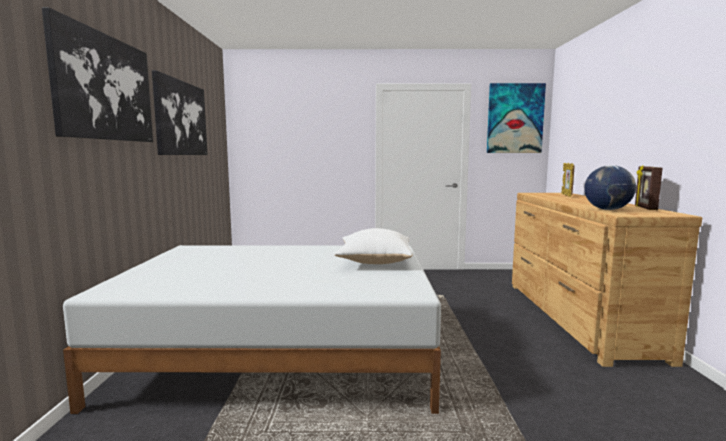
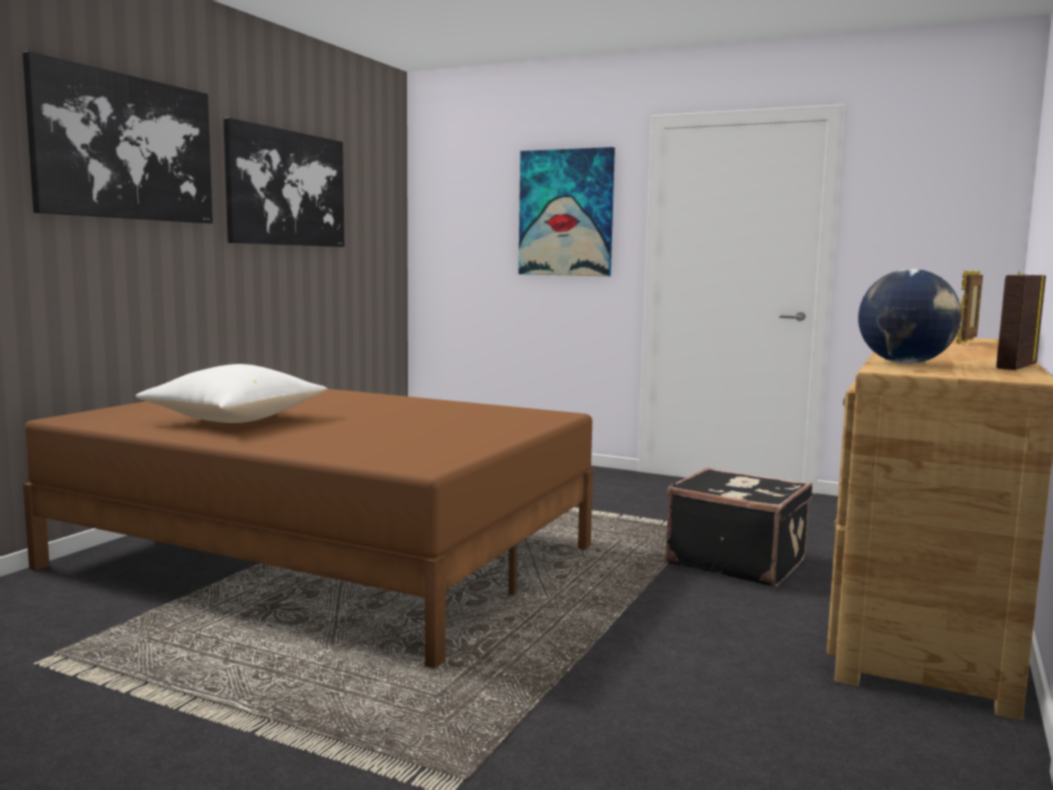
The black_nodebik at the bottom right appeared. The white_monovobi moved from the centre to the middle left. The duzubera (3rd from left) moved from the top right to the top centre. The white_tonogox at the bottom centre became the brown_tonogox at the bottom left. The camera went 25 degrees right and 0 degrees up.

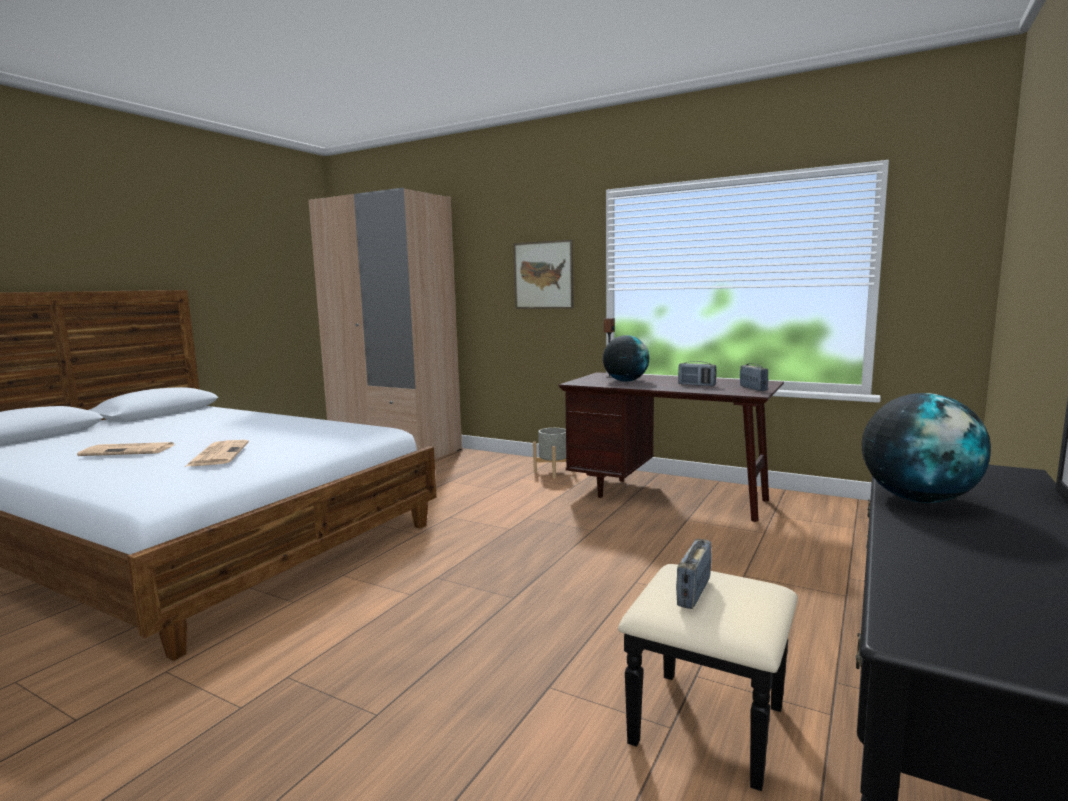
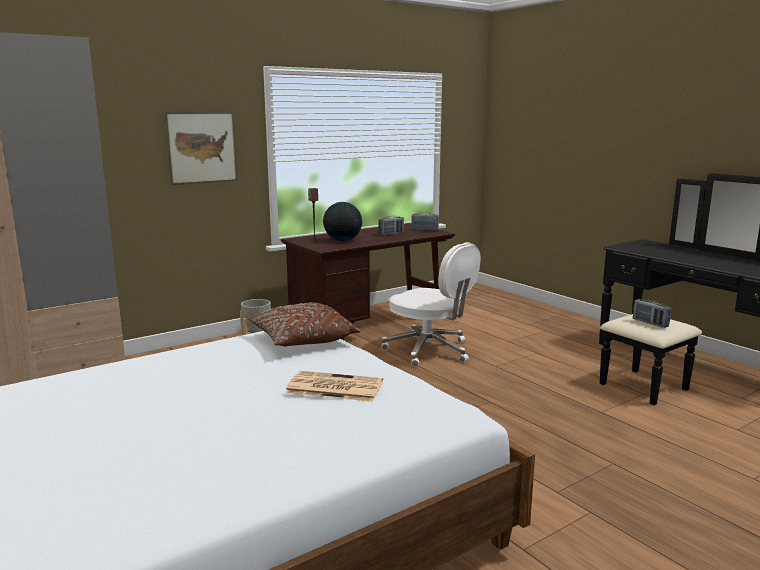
The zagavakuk (1st from left) at the middle left disappeared. The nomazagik (2nd from left) at the middle right disappeared. The brown_monovobi at the centre appeared. The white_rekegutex at the centre appeared. The camera went 65 degrees left and 5 degrees up.

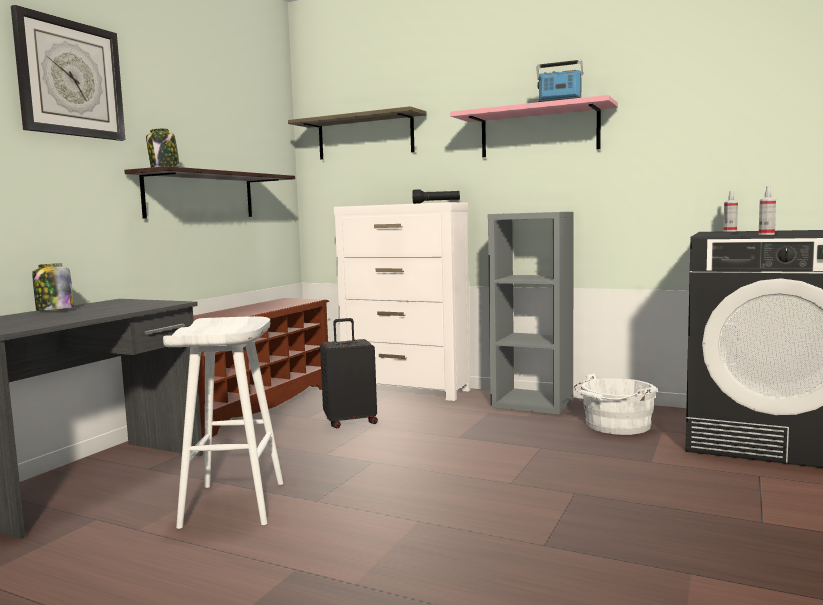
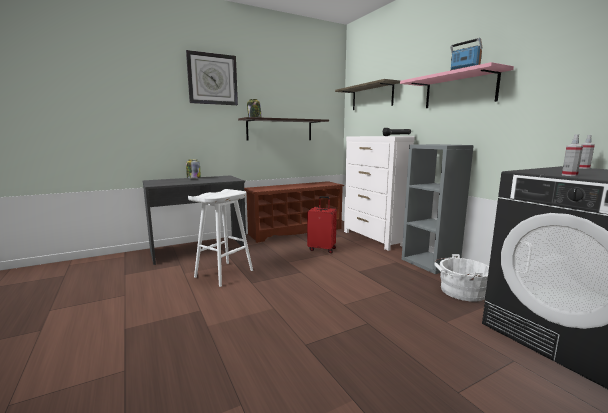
The black_nodebik at the centre became the red_nodebik at the centre. The camera went 35 degrees right and 5 degrees up.

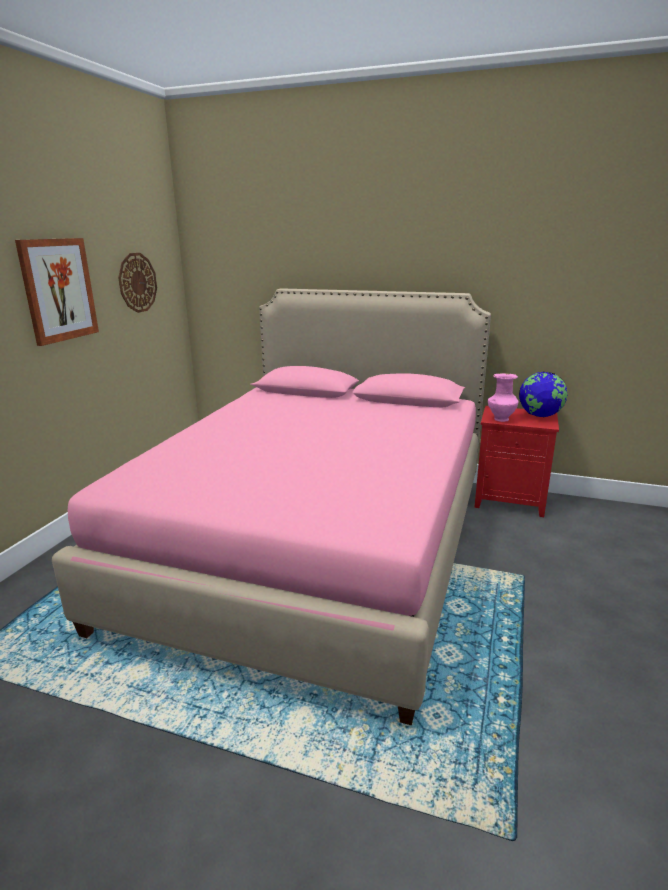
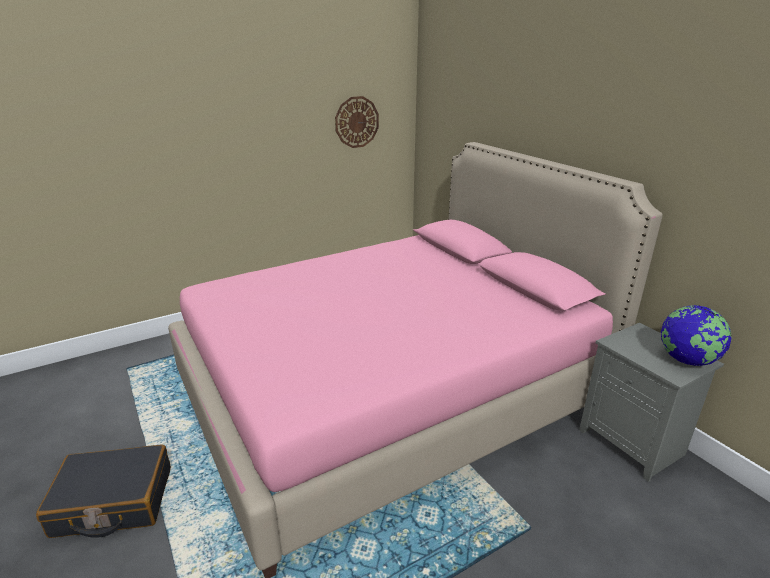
The duzubera at the top left disappeared. The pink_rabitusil at the middle right disappeared. The black_nodebik at the bottom left appeared. The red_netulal at the middle right became the grey_netulal at the bottom right. The camera went 40 degrees right and 5 degrees up.

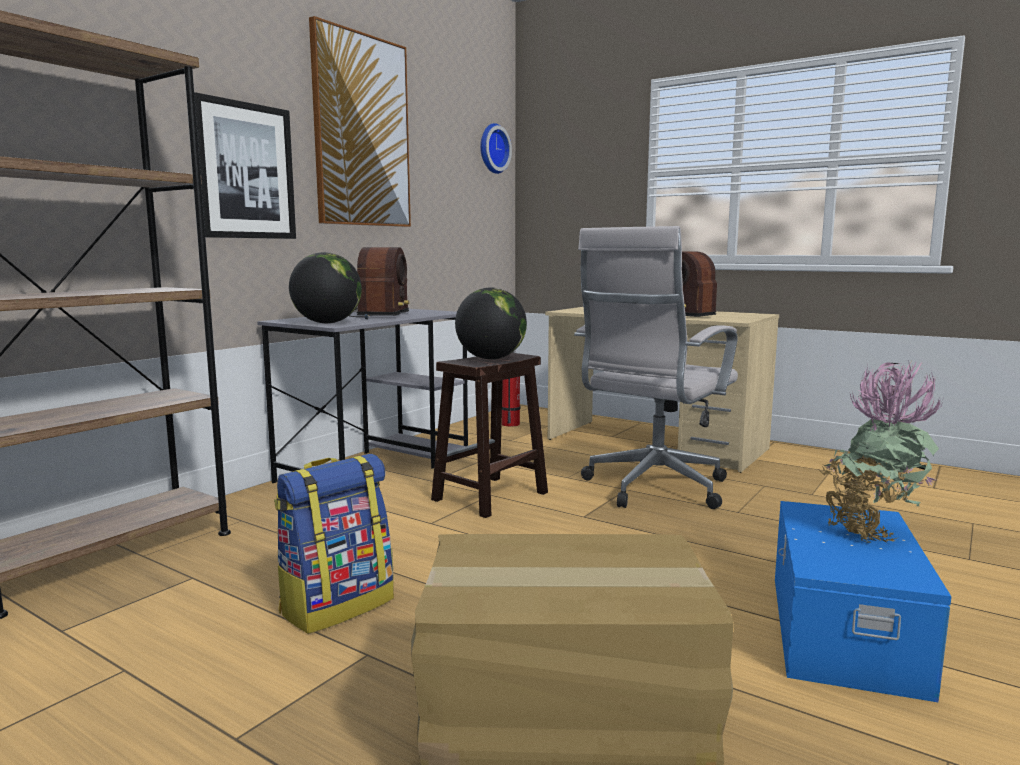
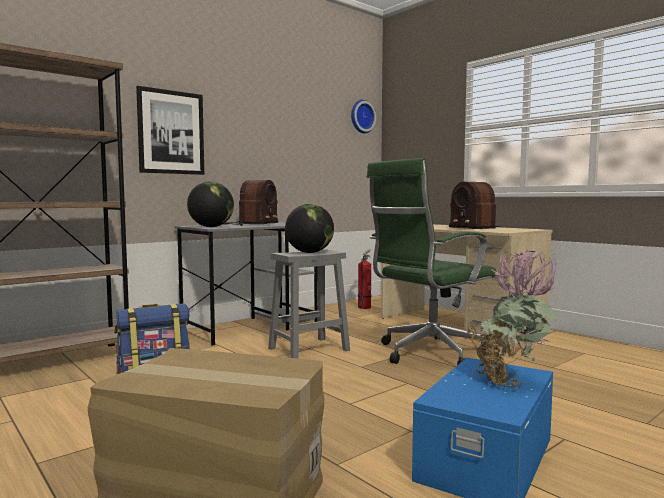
The duzubera (2nd from left) at the top centre disappeared. The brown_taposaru at the centre became the grey_taposaru at the centre. The white_rekegutex at the centre became the green_rekegutex at the centre. The camera went 15 degrees right and 5 degrees down.

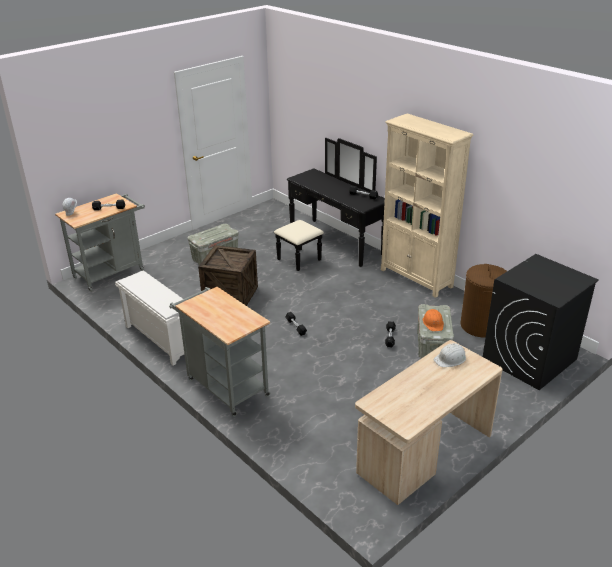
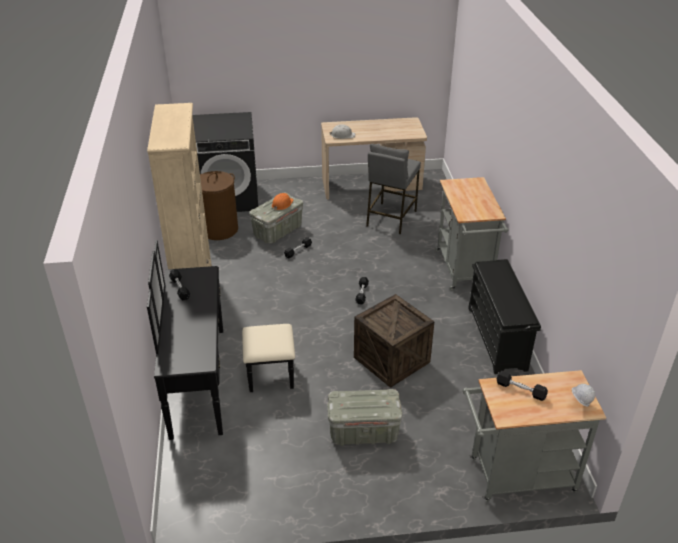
The grey_taposaru at the centre appeared. The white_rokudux at the middle left became the black_rokudux at the middle right. The camera went 145 degrees left and 5 degrees up.

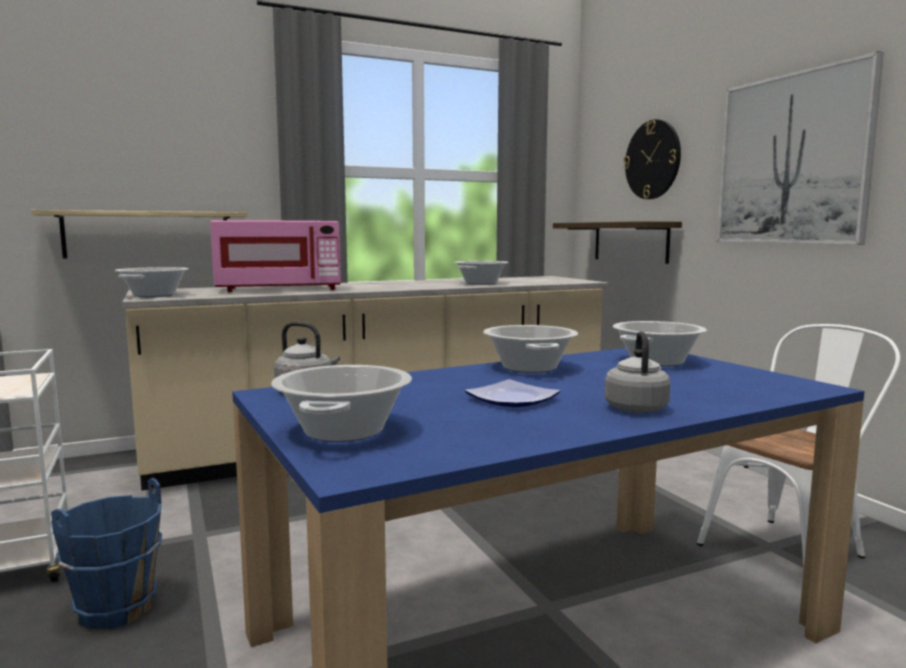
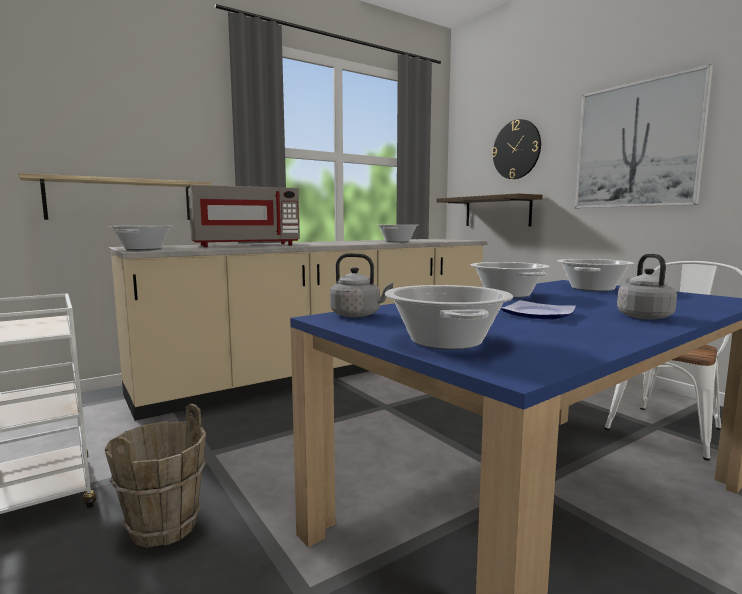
The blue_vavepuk at the bottom left became the brown_vavepuk at the bottom left. The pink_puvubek at the middle left became the grey_puvubek at the middle left. The camera went 10 degrees left and 0 degrees up.

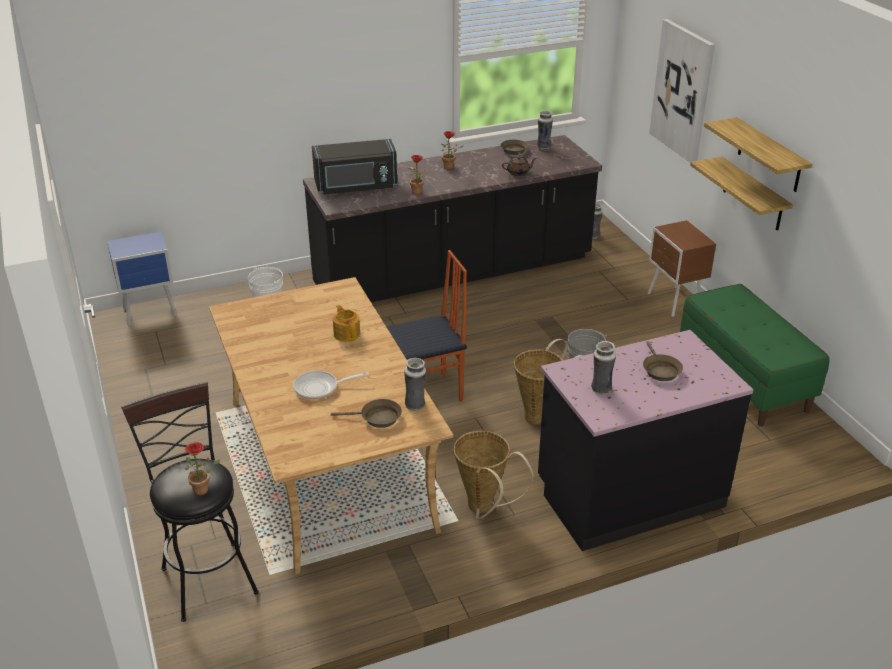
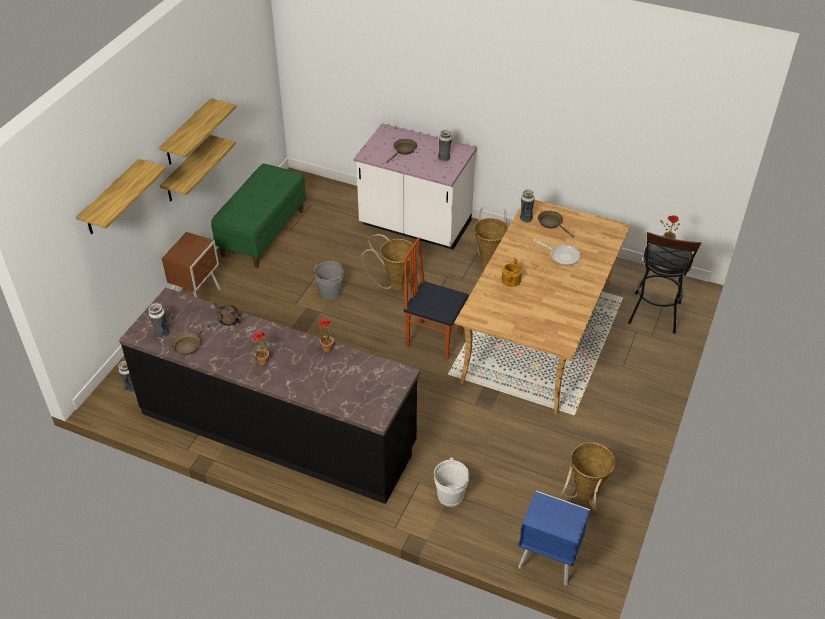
The black_puvubek at the top centre disappeared. The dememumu (3rd from left) at the bottom right appeared. The duzubera at the top right was replaced by the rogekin (1st from left) at the top left. The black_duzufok (2nd from left) at the middle right became the white_duzufok at the top centre. The camera went 135 degrees left and 10 degrees up.

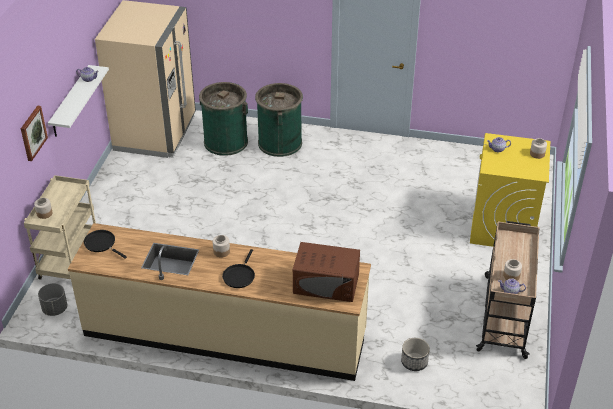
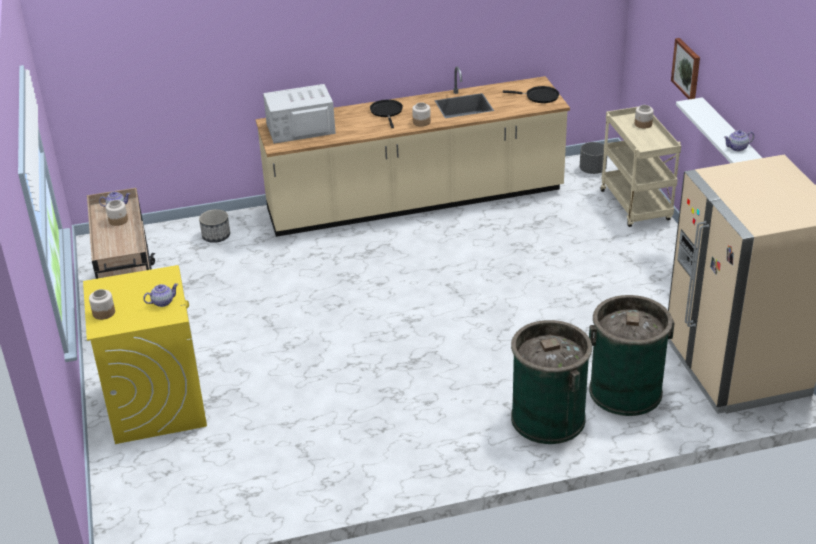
The brown_puvubek at the centre became the white_puvubek at the top centre. The camera went 155 degrees right and 5 degrees down.

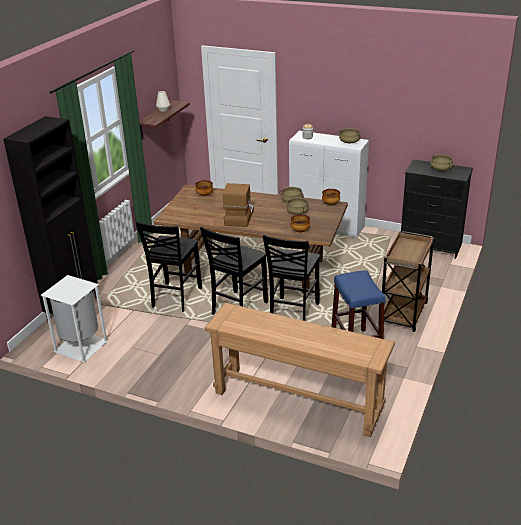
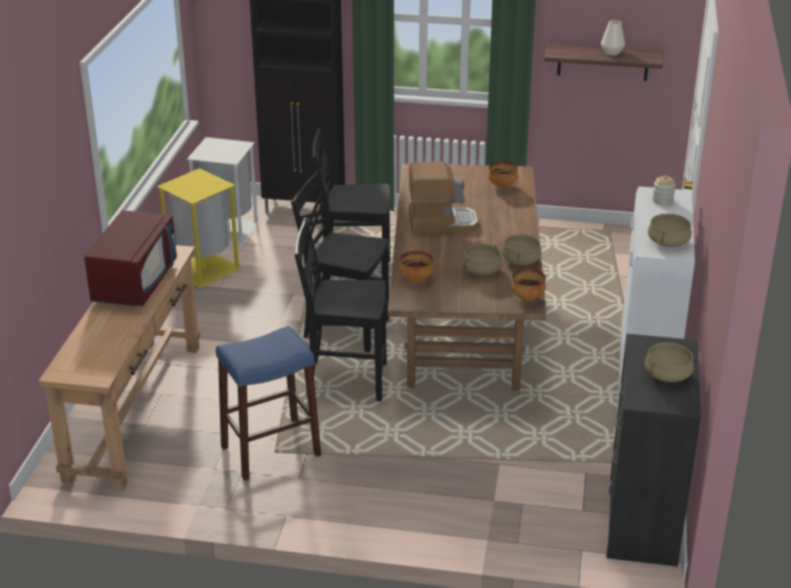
The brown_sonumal at the middle right disappeared. The red_puvubek at the middle left appeared. The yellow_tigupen at the middle left appeared. The camera went 75 degrees right and 0 degrees up.

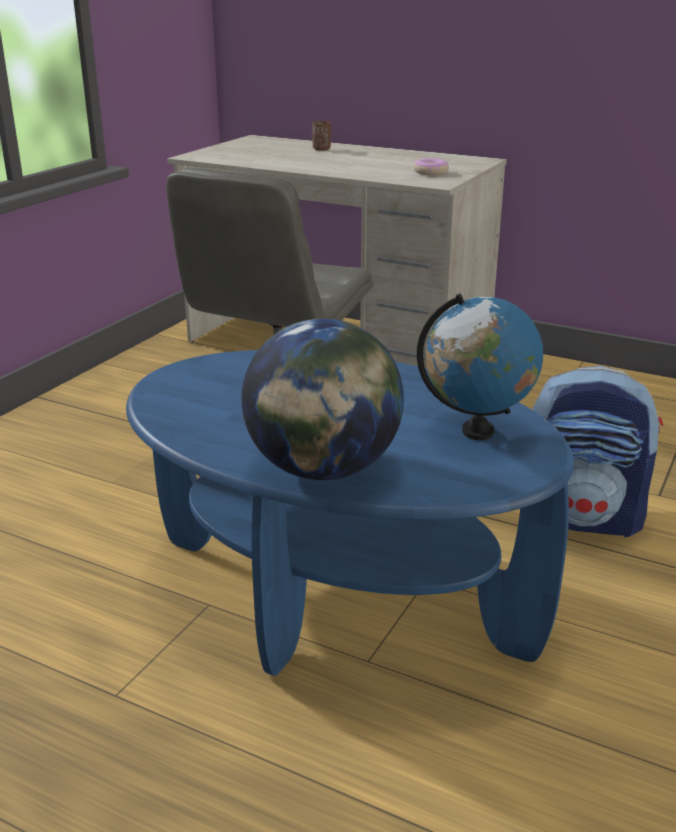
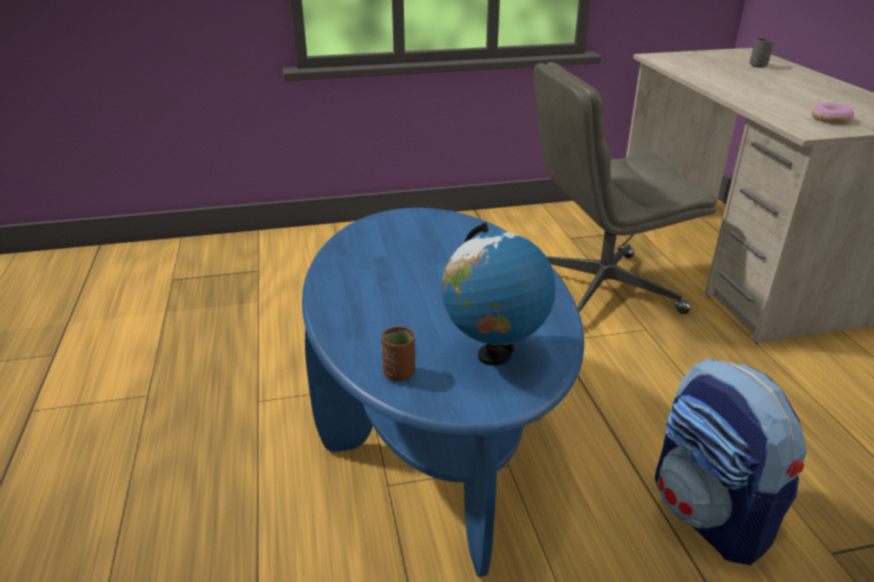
The nomazagik (1st from left) at the centre disappeared. The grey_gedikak at the top right appeared. The brown_gedikak moved from the top centre to the centre. The camera went 50 degrees right and 5 degrees up.

